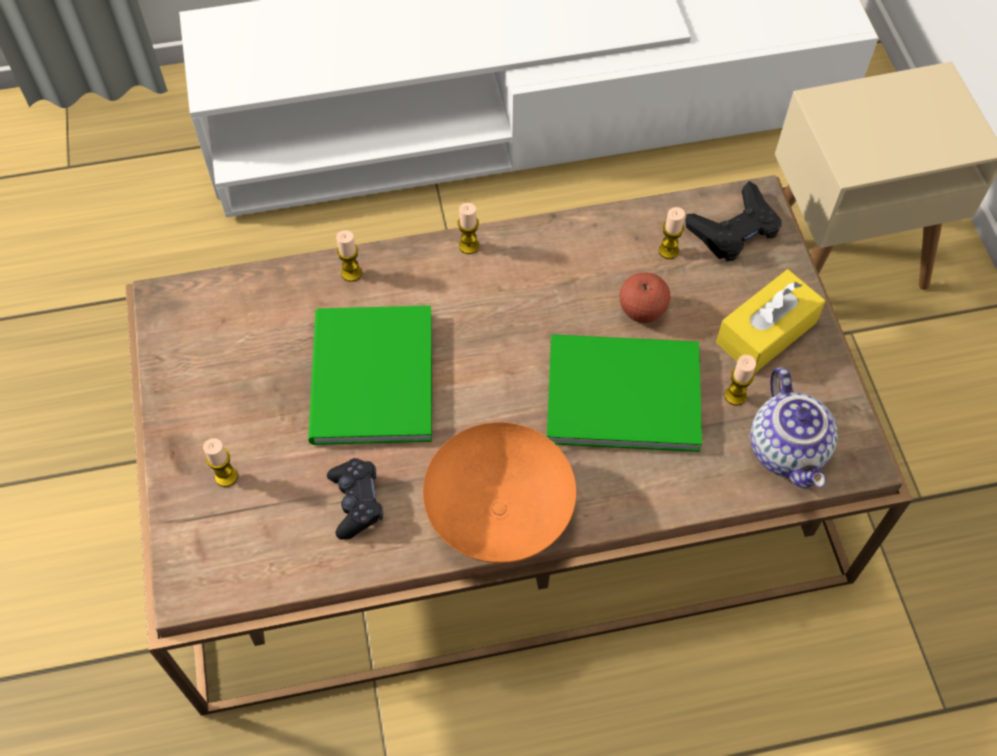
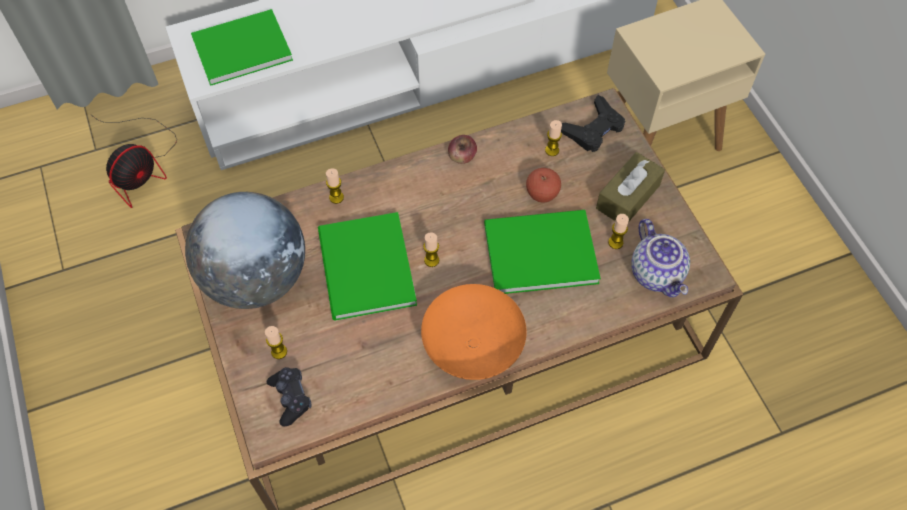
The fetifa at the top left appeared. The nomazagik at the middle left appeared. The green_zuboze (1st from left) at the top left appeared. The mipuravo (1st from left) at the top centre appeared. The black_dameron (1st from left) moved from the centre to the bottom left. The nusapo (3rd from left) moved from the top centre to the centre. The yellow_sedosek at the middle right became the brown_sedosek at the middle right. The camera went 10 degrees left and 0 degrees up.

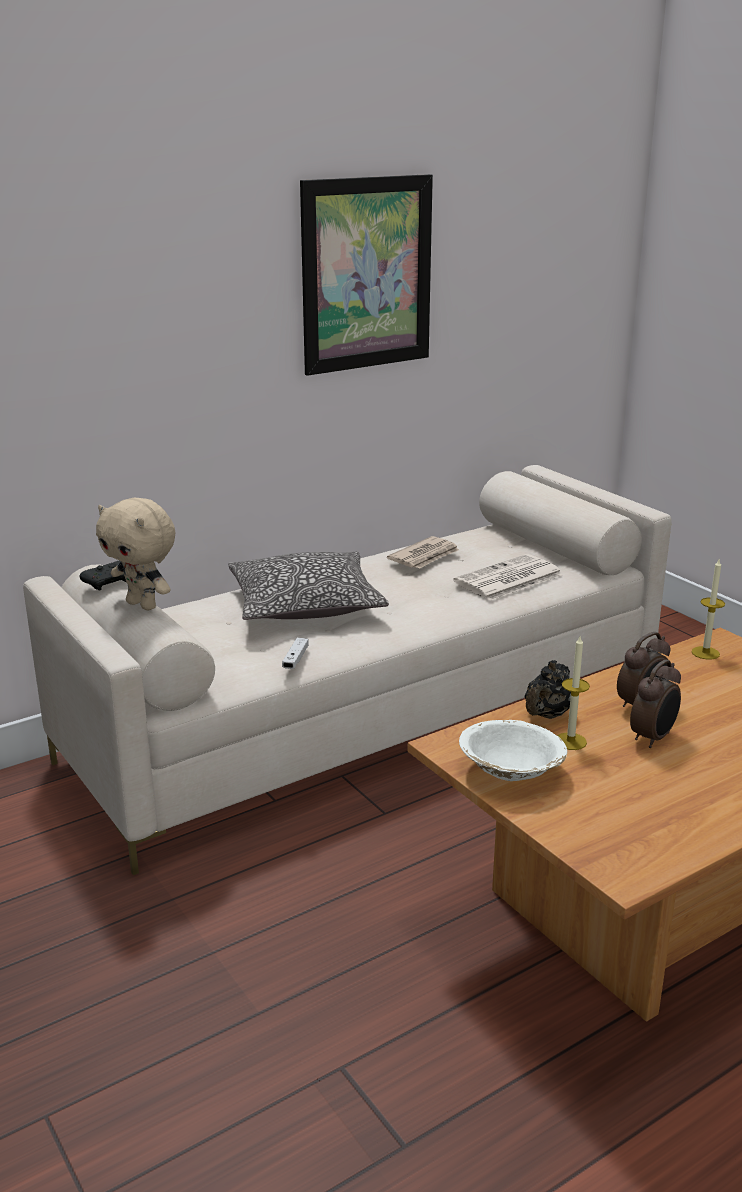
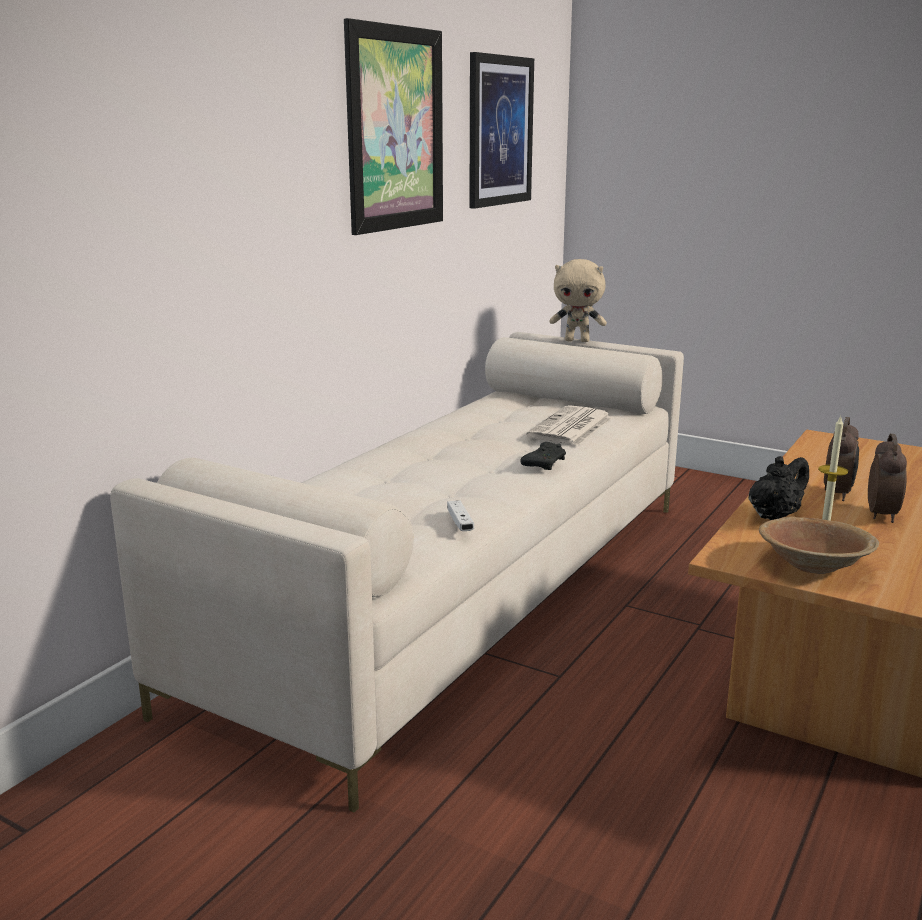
The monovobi at the centre disappeared. The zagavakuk (1st from left) at the centre disappeared. The nusapo (2nd from left) at the middle right disappeared. The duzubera (2nd from left) at the top centre appeared. The black_dameron moved from the middle left to the centre. The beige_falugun moved from the middle left to the top centre. The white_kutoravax at the middle right became the brown_kutoravax at the middle right. The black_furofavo at the middle right turned 135 degrees counterclockwise. The camera went 25 degrees left and 5 degrees down.

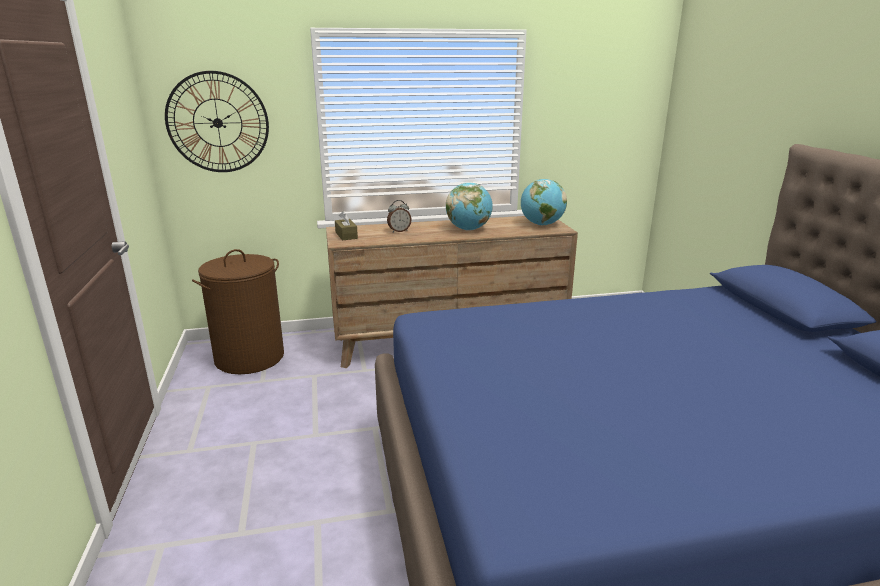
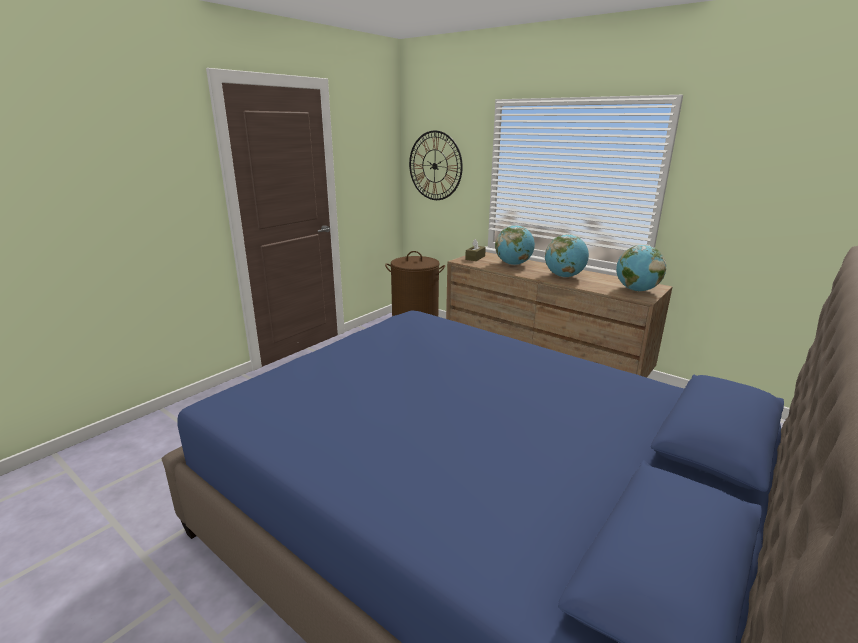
The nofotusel at the centre was replaced by the nomazagik (1st from left) at the centre. The camera went 50 degrees right and 0 degrees up.

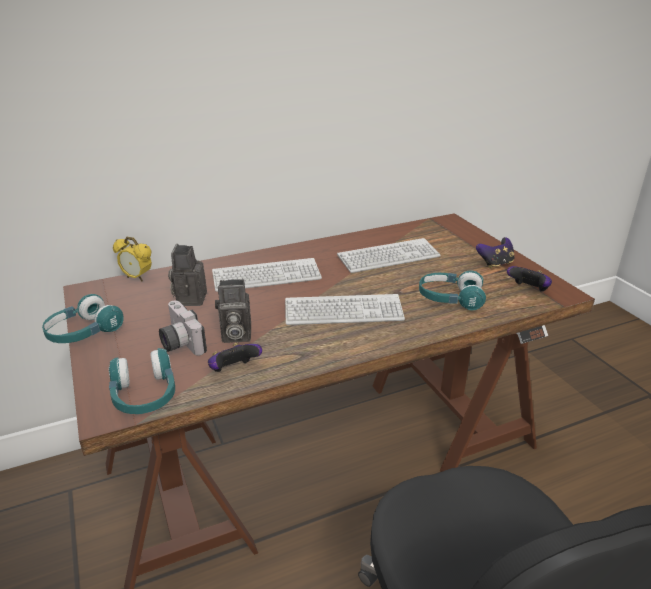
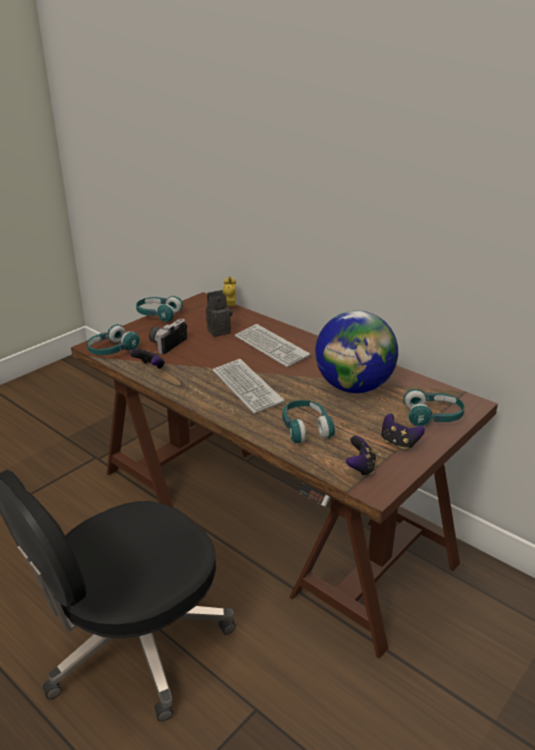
The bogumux (3rd from left) at the centre disappeared. The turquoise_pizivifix (4th from left) at the middle right appeared. The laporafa (3rd from left) at the centre was replaced by the nomazagik at the centre. The camera went 65 degrees right and 0 degrees up.

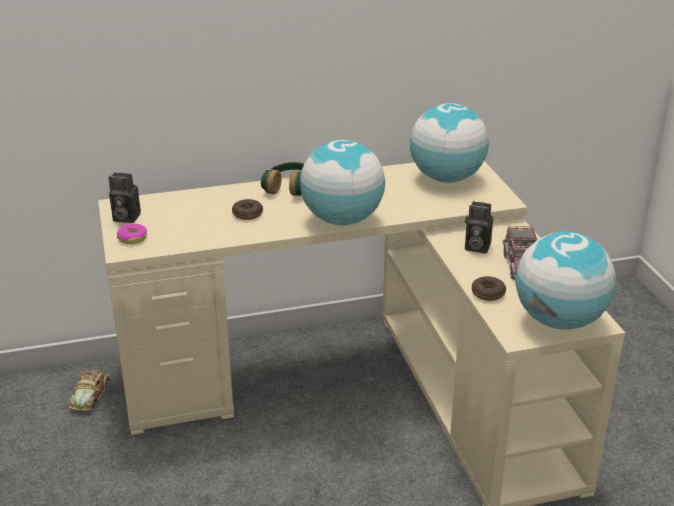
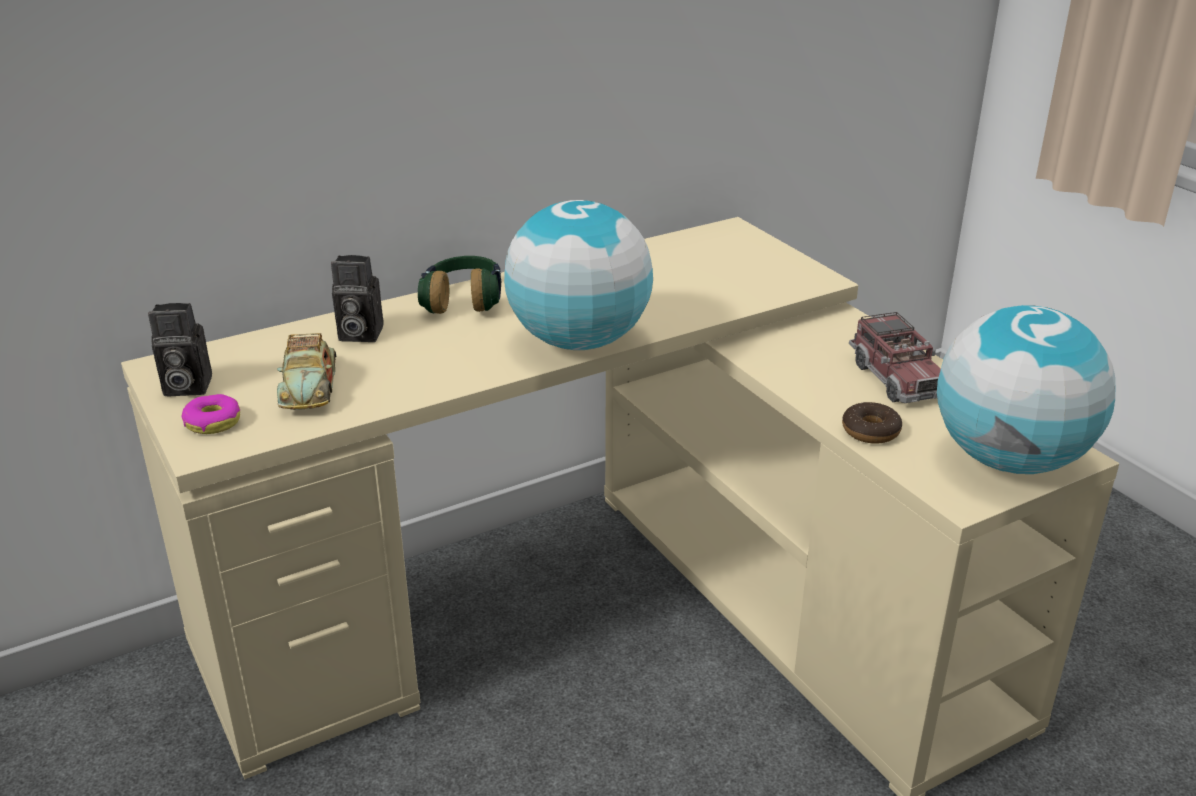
The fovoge (2nd from left) at the centre disappeared. The nomazagik (2nd from left) at the top centre disappeared. The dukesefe moved from the bottom left to the middle left. The bogumux (2nd from left) moved from the middle right to the middle left. The camera went 15 degrees left and 0 degrees up.

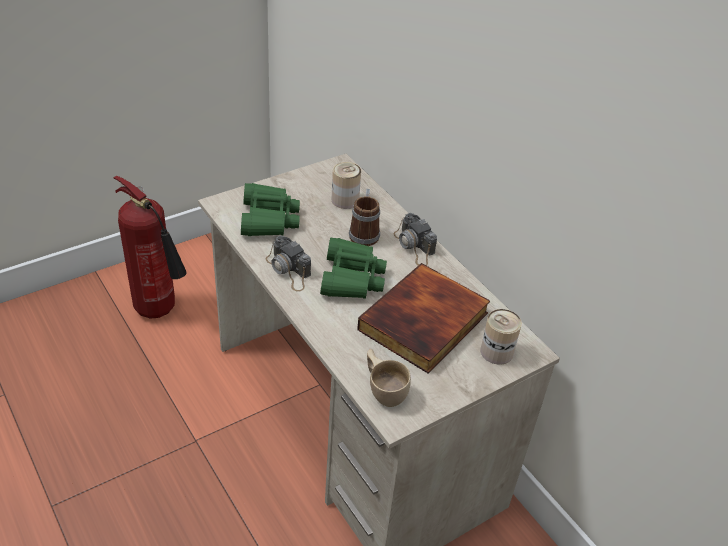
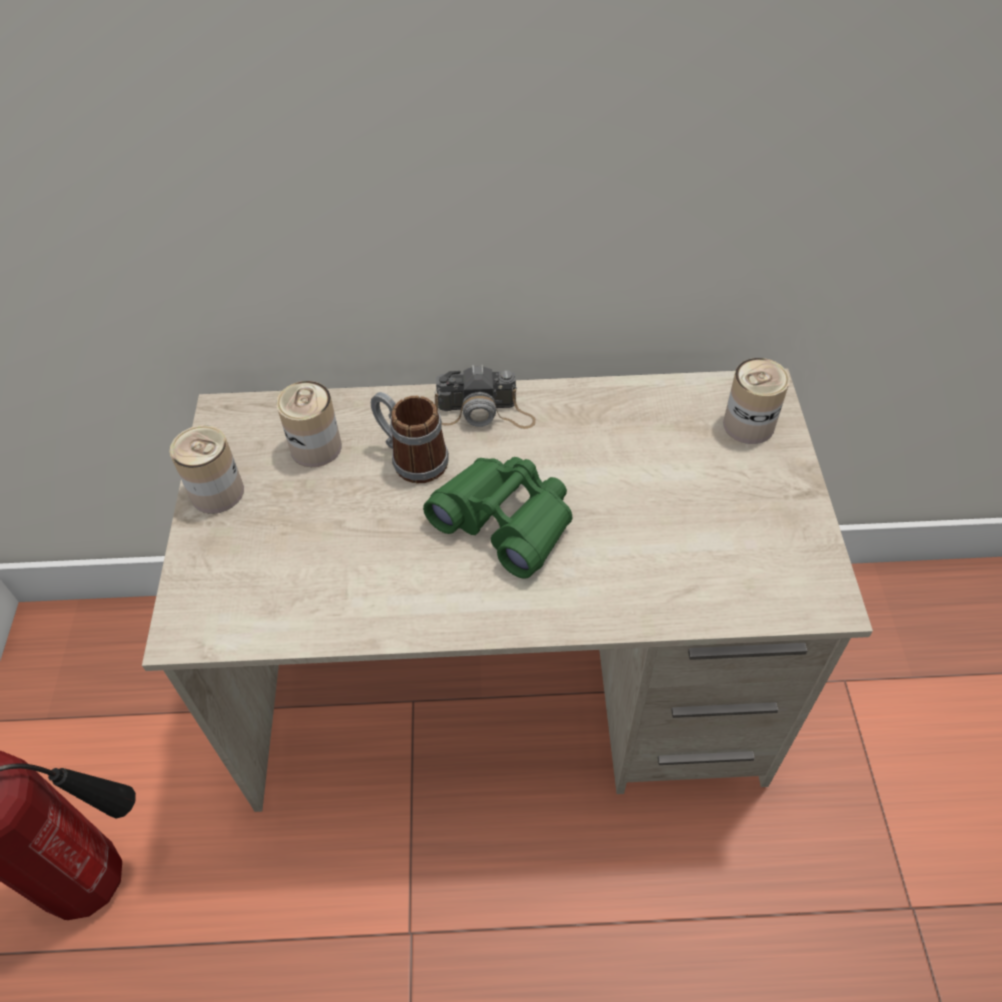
The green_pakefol (1st from left) at the centre disappeared. The bogumux (1st from left) at the centre disappeared. The zuboze at the centre disappeared. The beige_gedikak at the bottom centre disappeared. The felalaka (1st from left) at the middle left appeared. The camera went 55 degrees left and 10 degrees up.

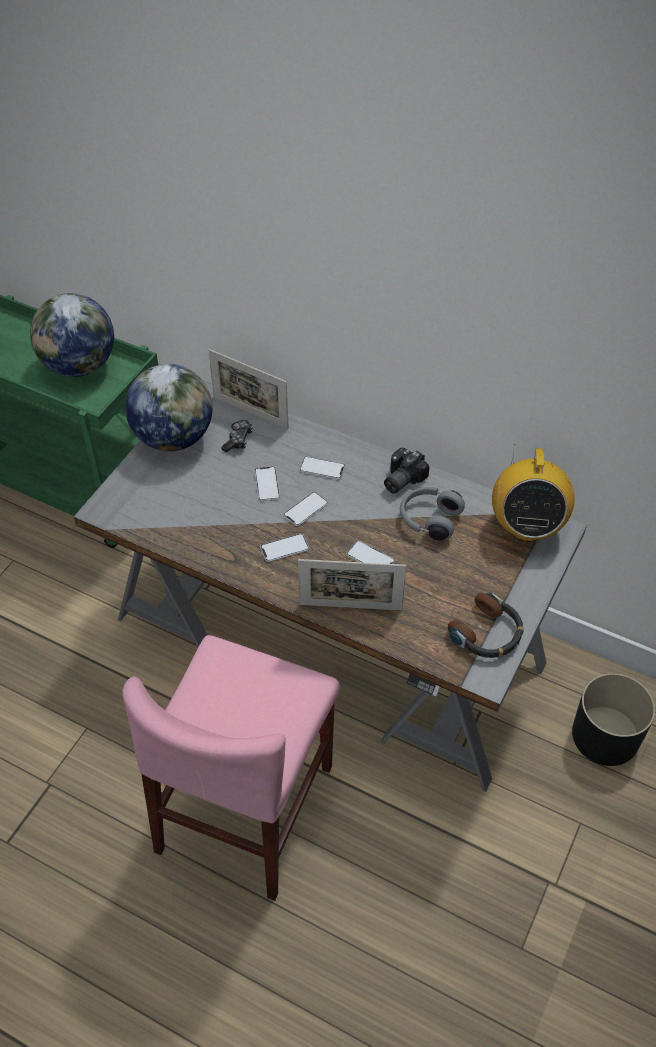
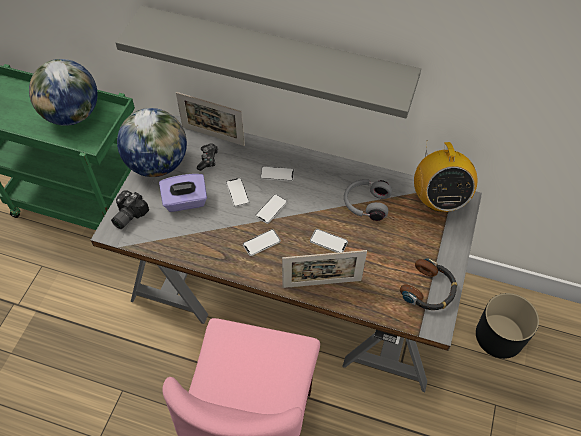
The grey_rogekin at the top centre appeared. The purple_sedosek at the middle left appeared. The bogumux moved from the centre to the middle left. The camera went 10 degrees left and 5 degrees up.

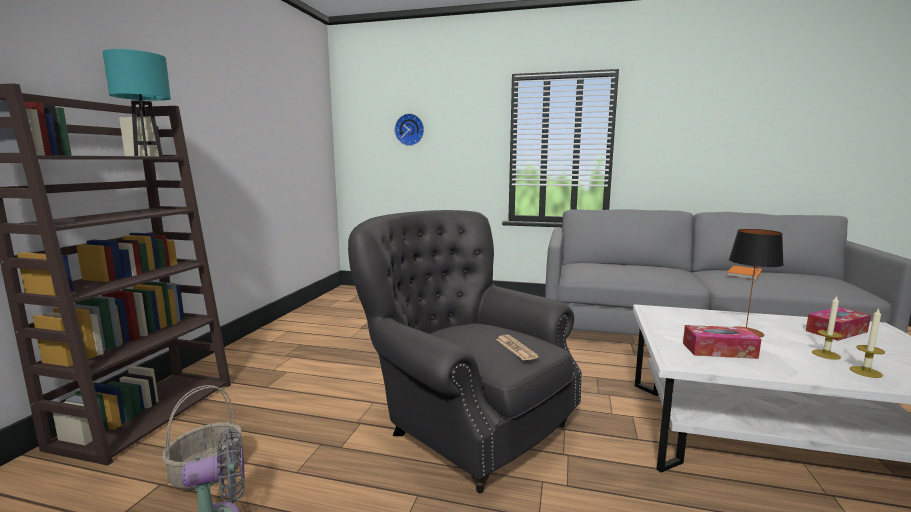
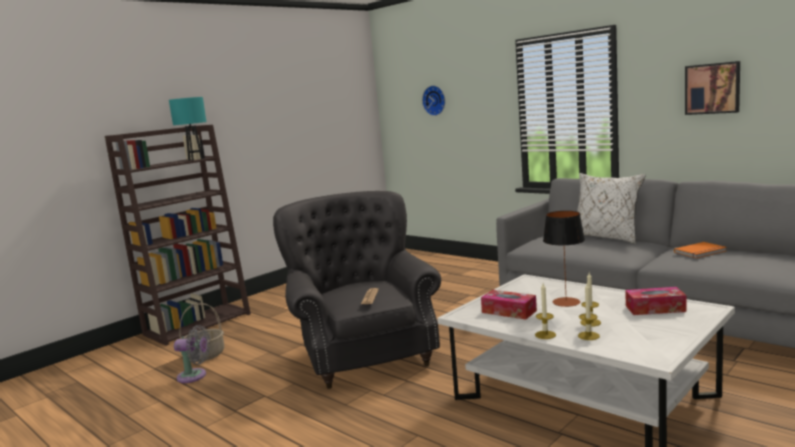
The nusapo (1st from left) at the bottom right appeared. The white_monovobi at the middle right appeared. The duzubera at the top right appeared. The camera went 30 degrees right and 0 degrees up.

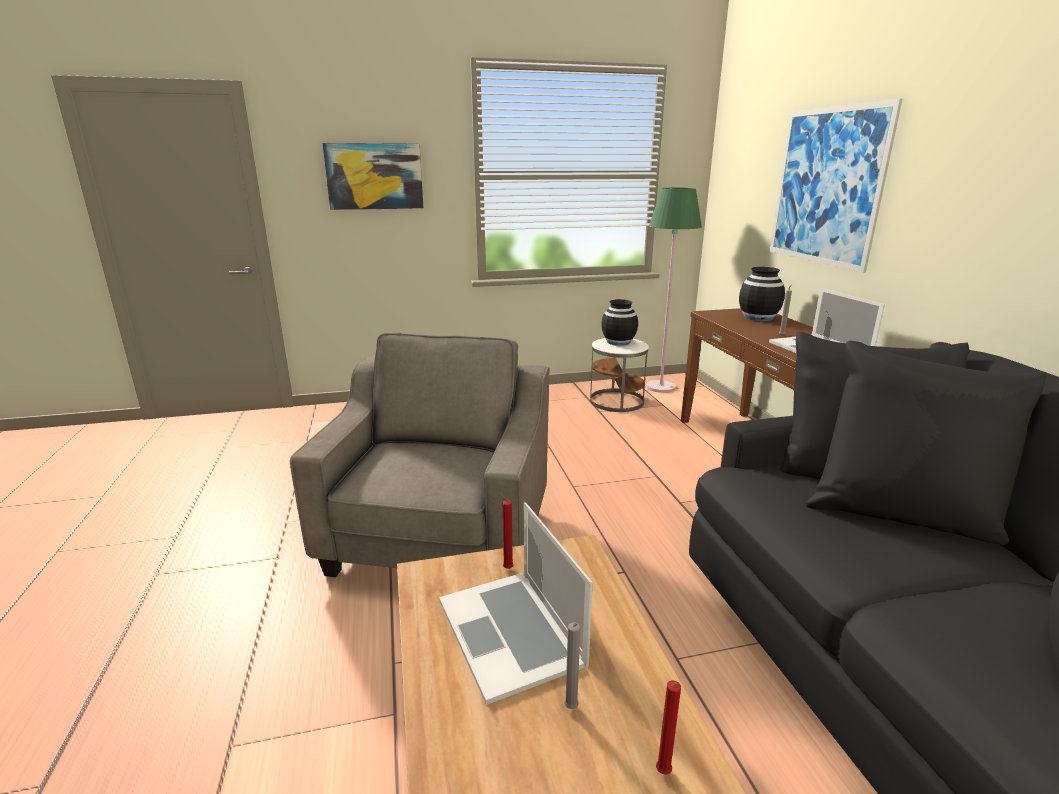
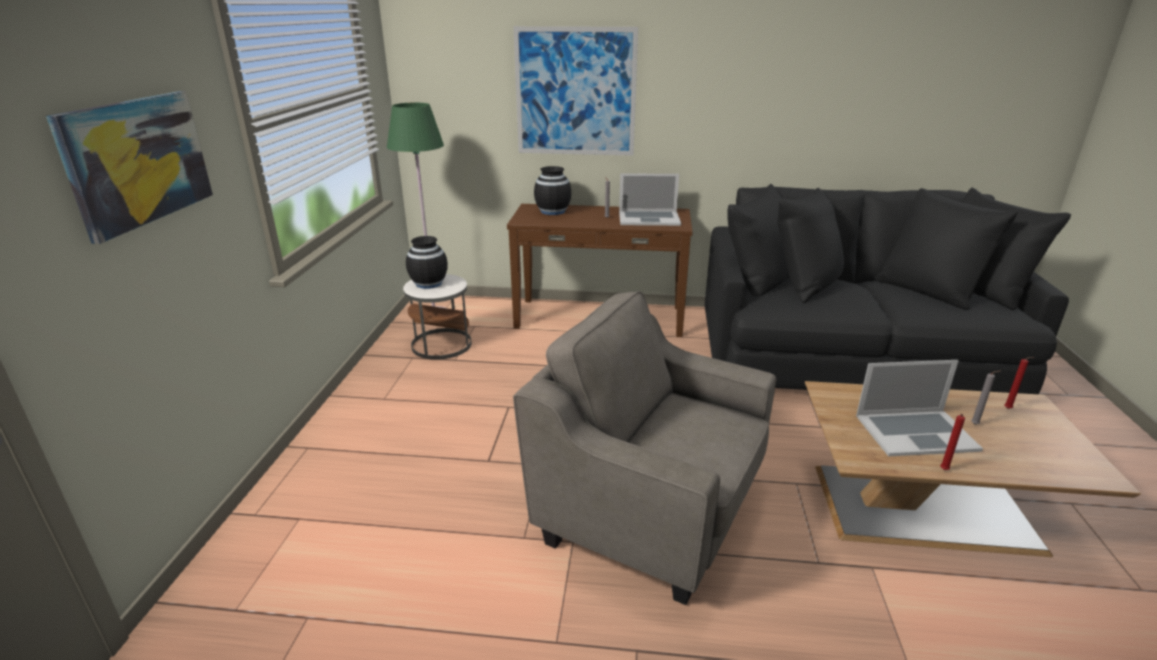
The red_nusapo (1st from left) moved from the bottom centre to the bottom right. The camera went 70 degrees left and 5 degrees up.

